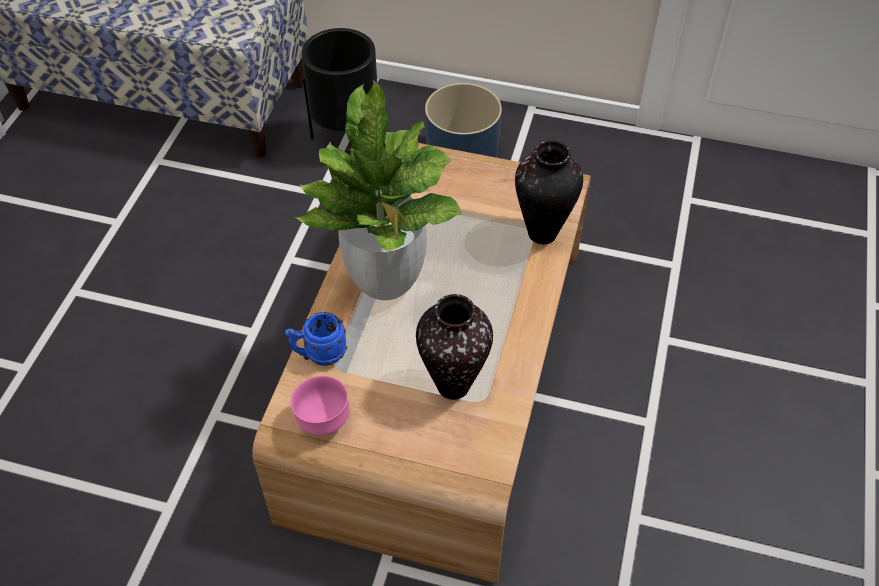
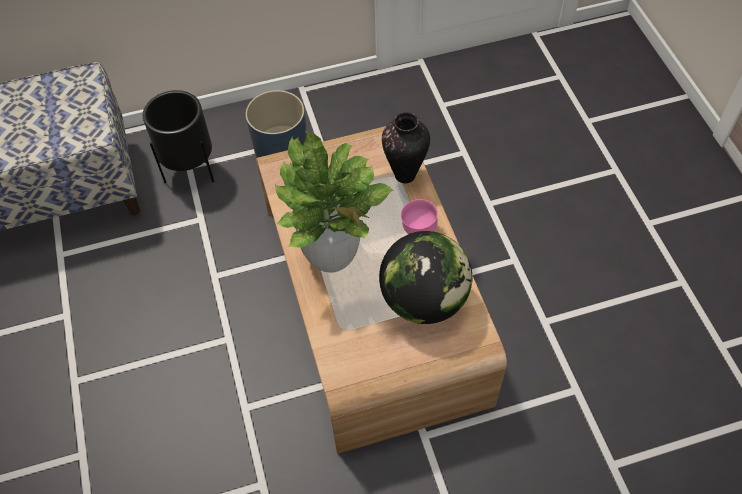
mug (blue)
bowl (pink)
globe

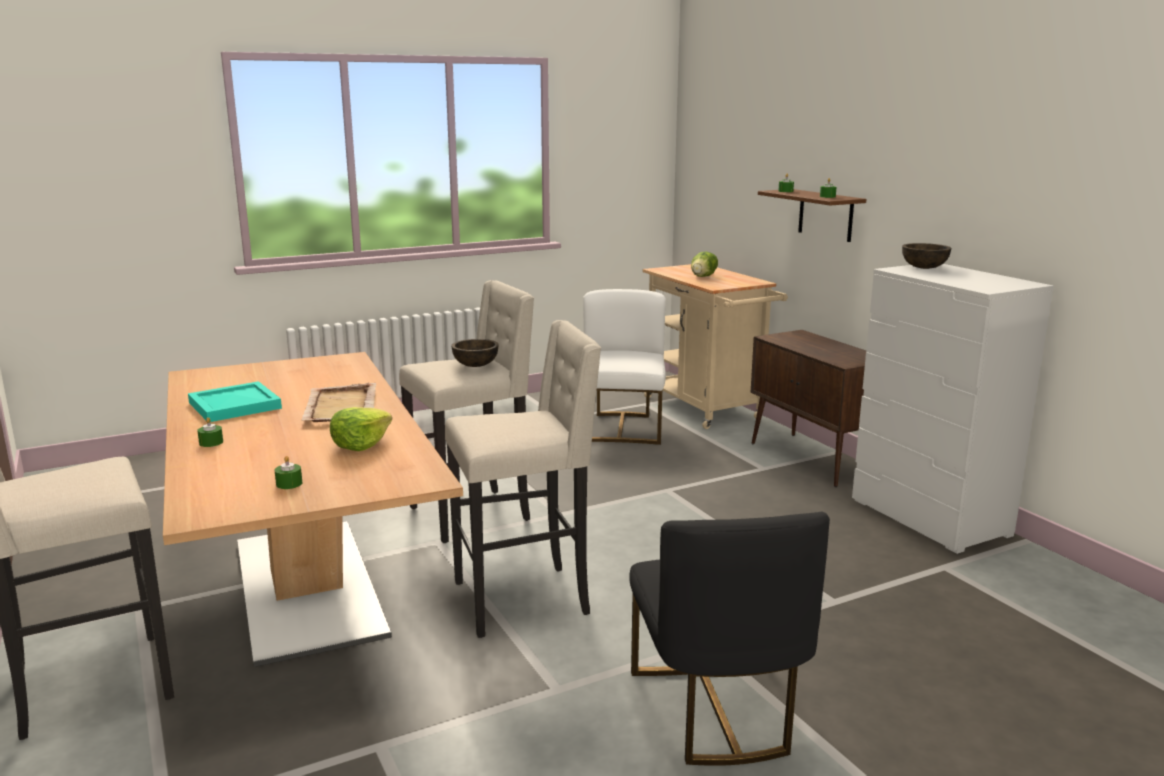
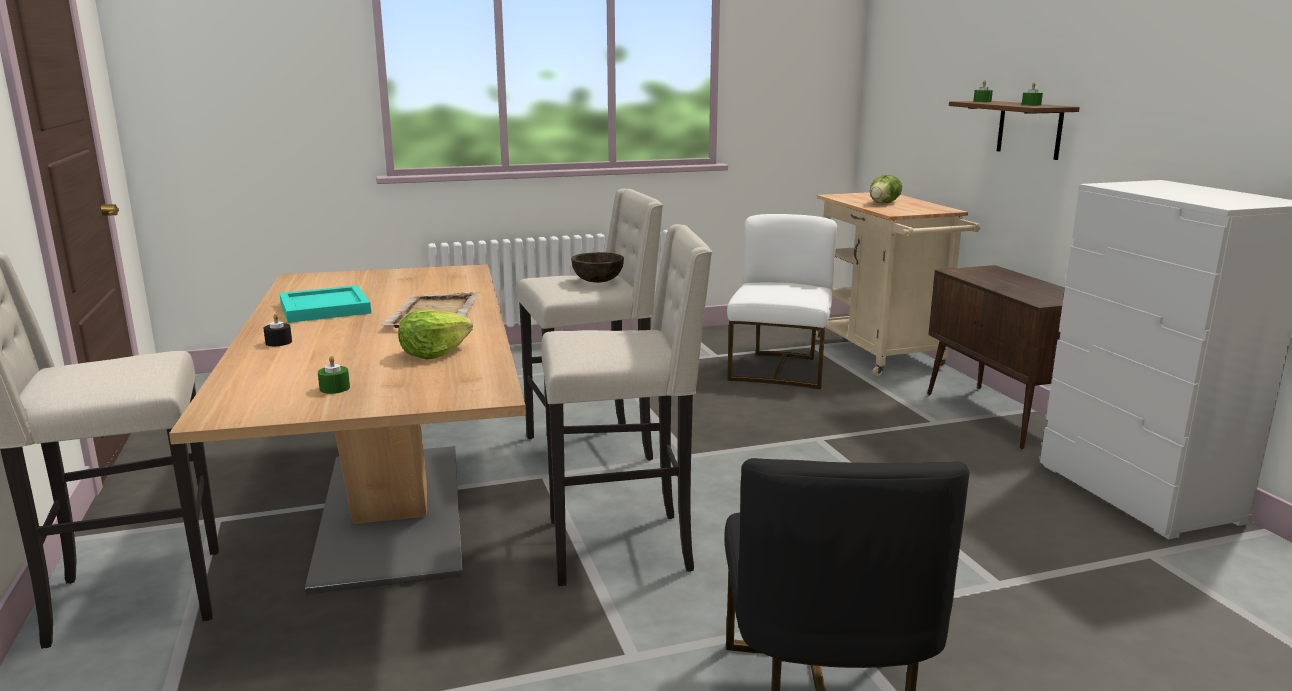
candle (black)
bowl (brown) (2nd from left in the first image)

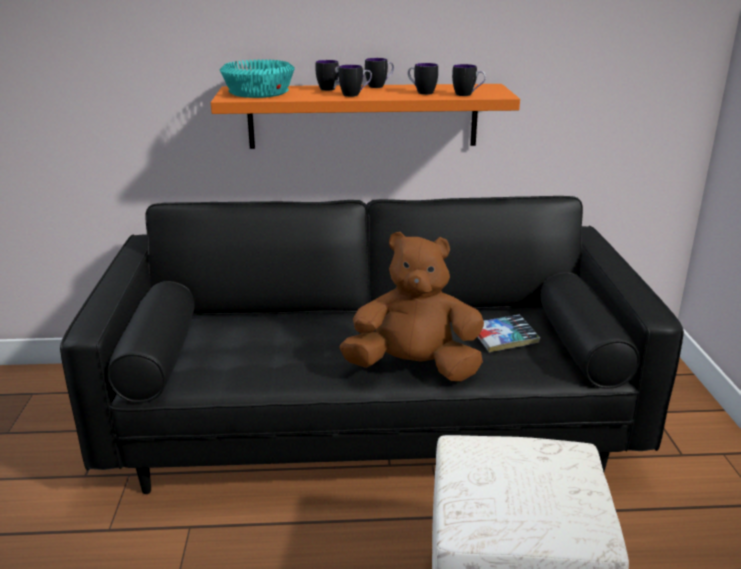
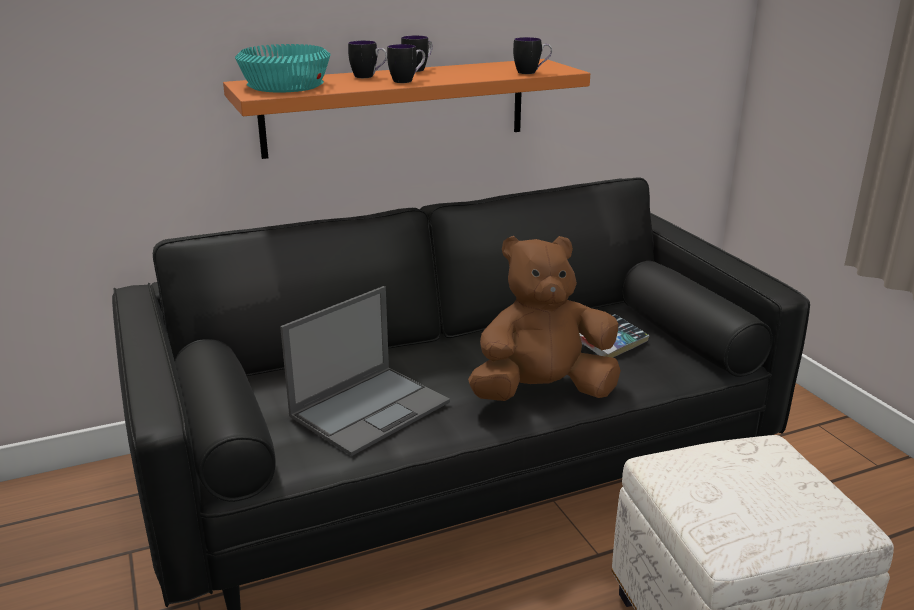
mug (4th from left in the first image)
laptop

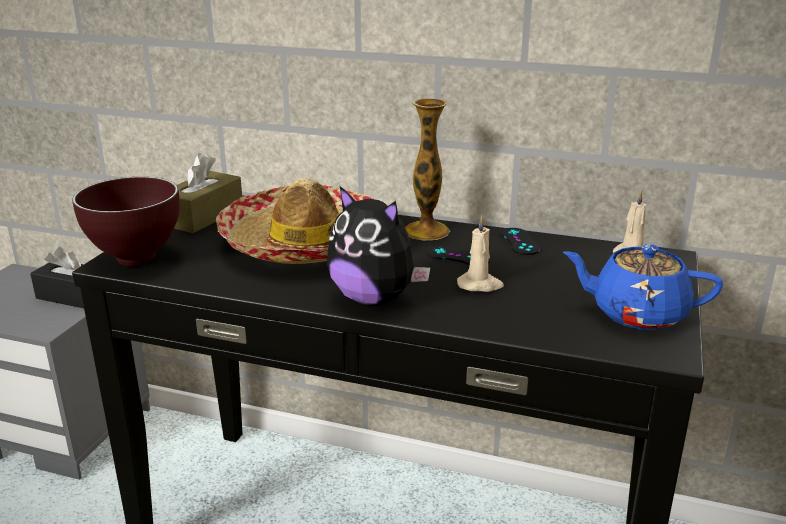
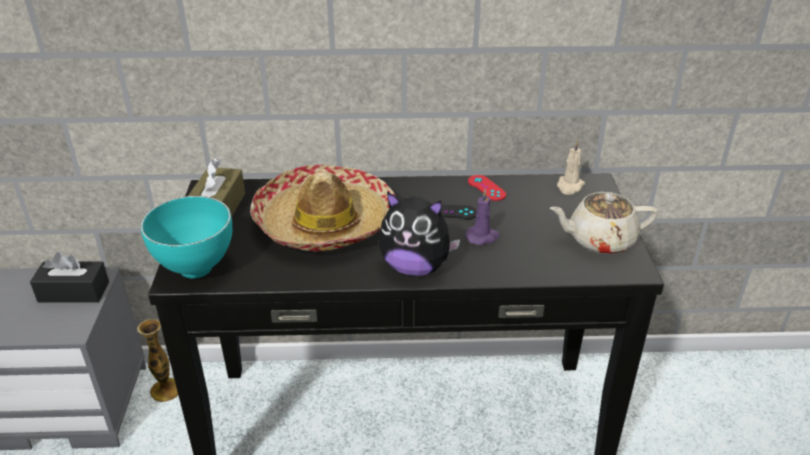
bowl (turquoise)
vase
candle (purple)
game controller (red)
teapot (beige)

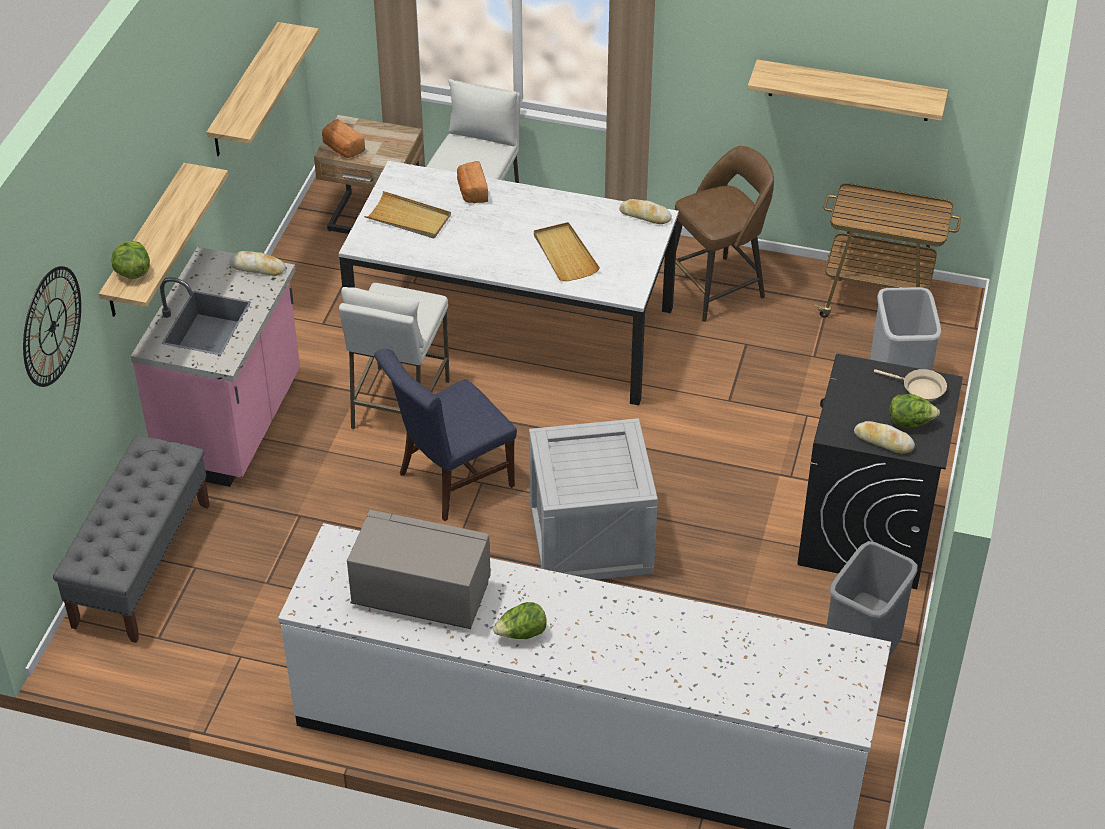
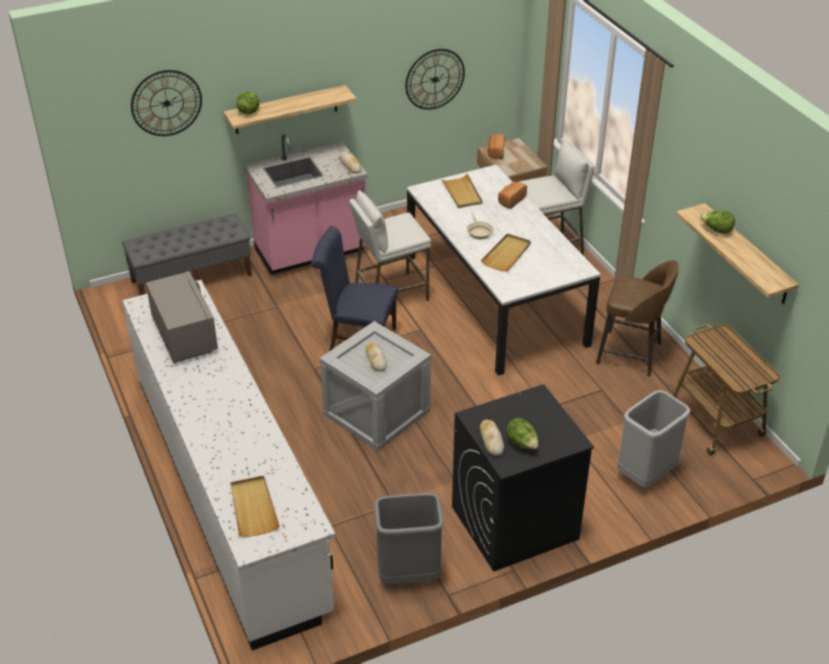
wall clock (2nd from left)
lettuce (3rd from left)
bread (2nd from left)
frying pan (beige)
tray (beige) (1st from left)

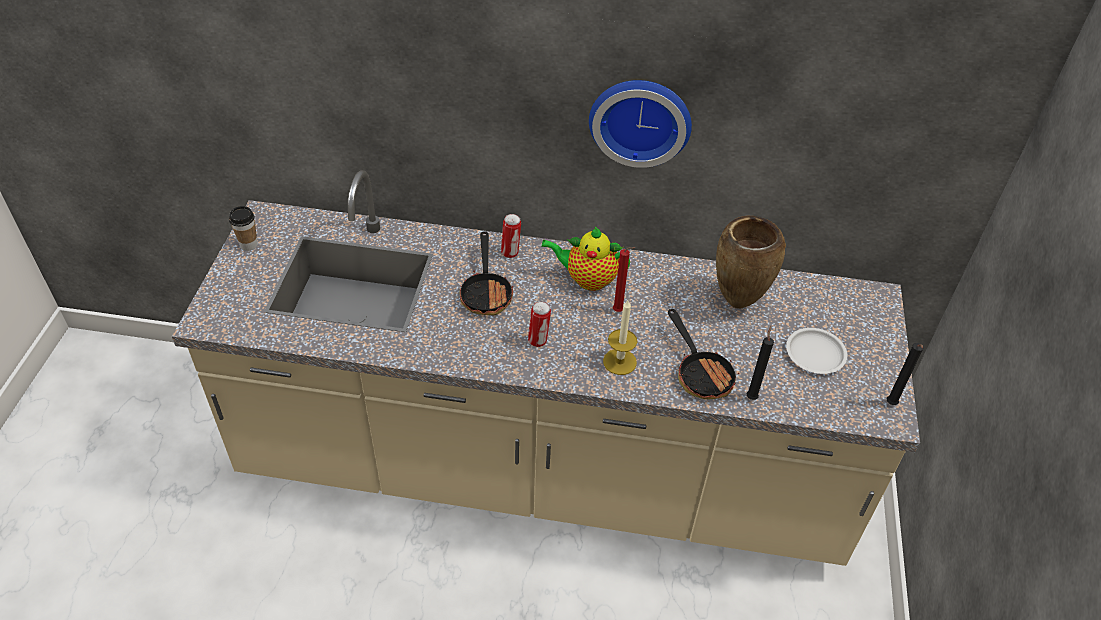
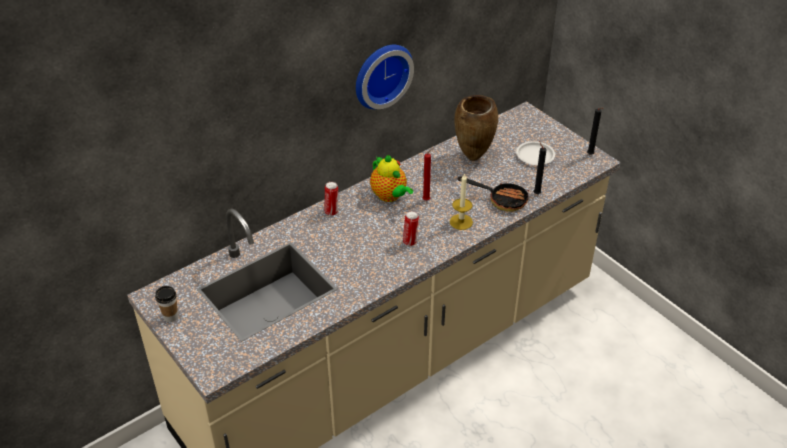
frying pan (1st from left in the first image)
teapot

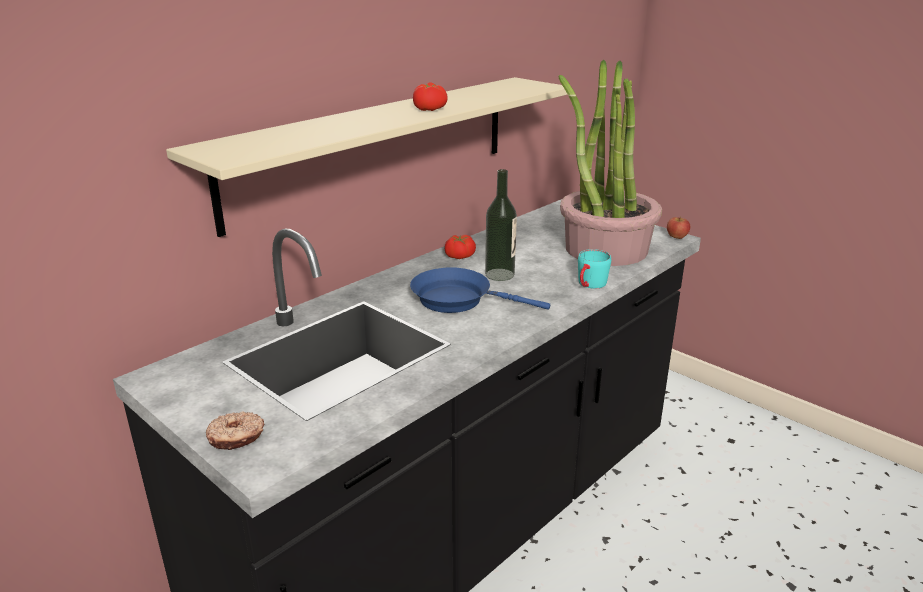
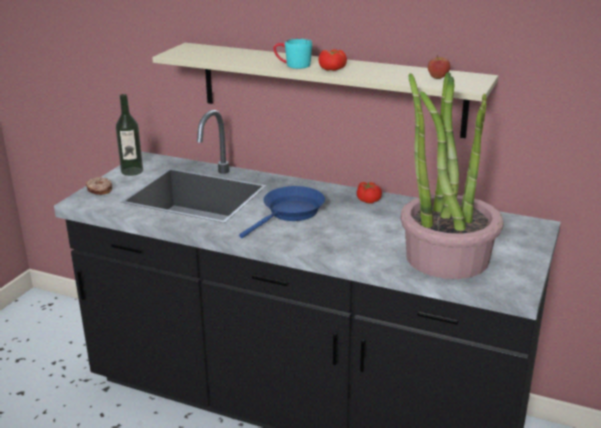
frying pan (blue)
bottle
mug (turquoise)
apple

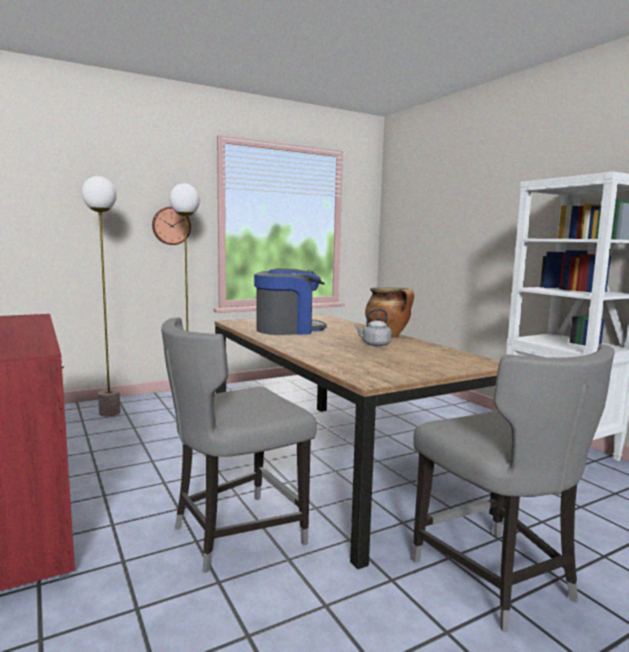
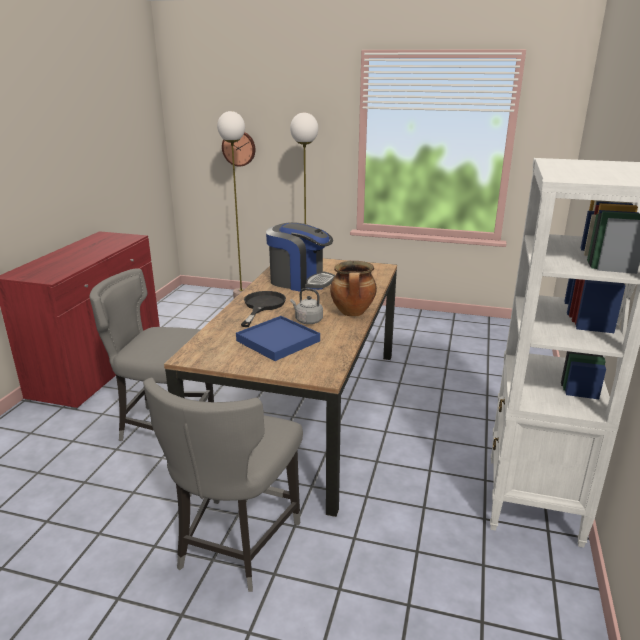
wall clock
tray (blue)
frying pan (black)

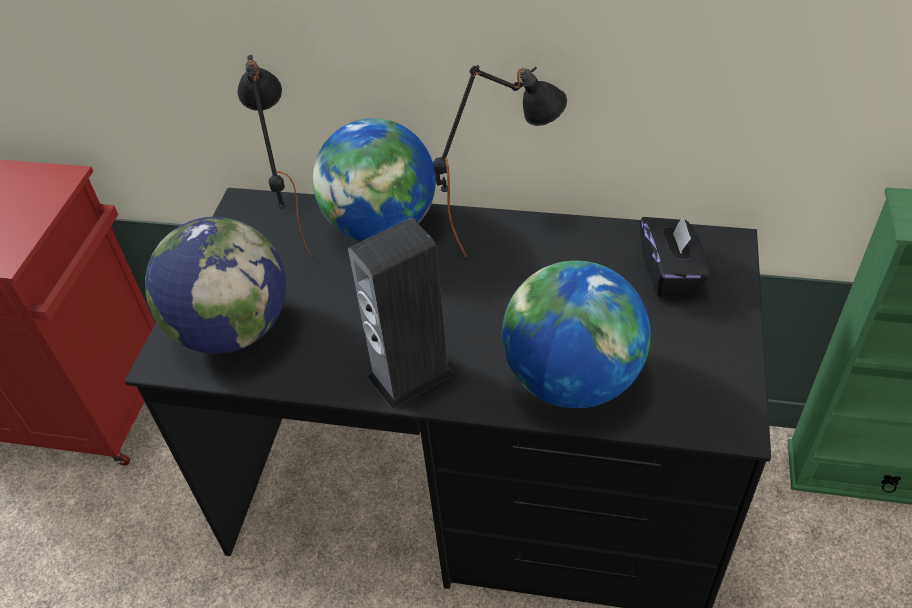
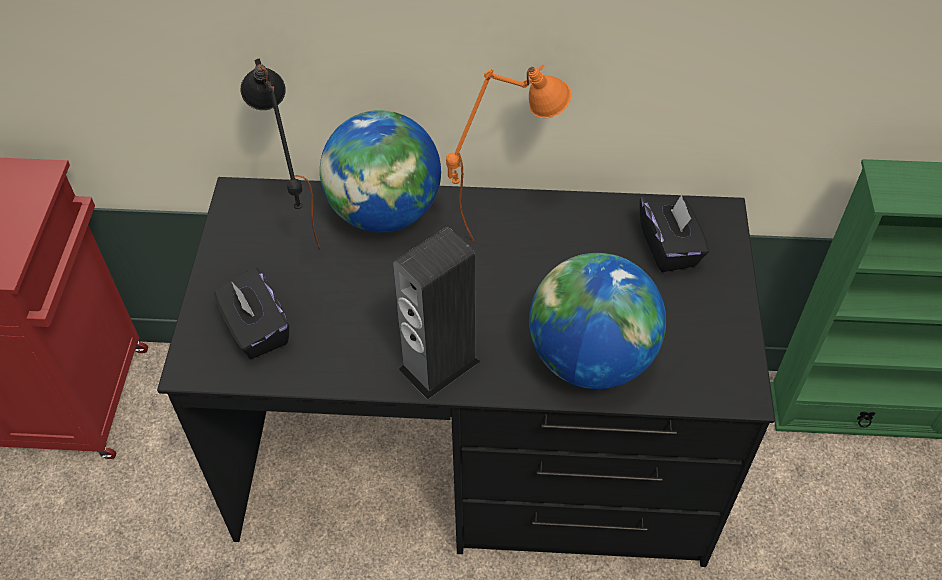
tissue box (black) (1st from left)
table lamp (orange)

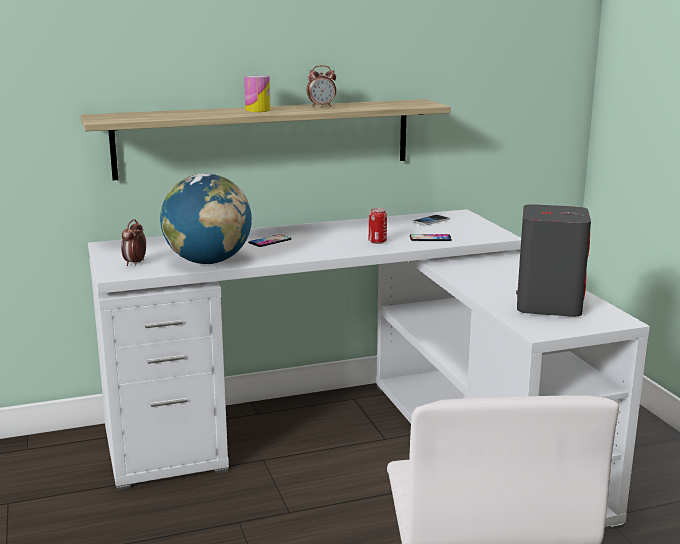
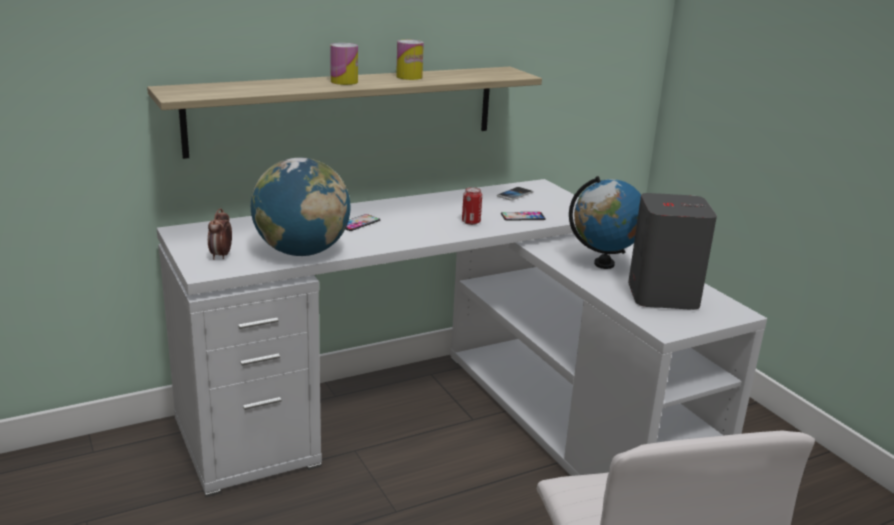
can (2nd from left)
globe (2nd from left)

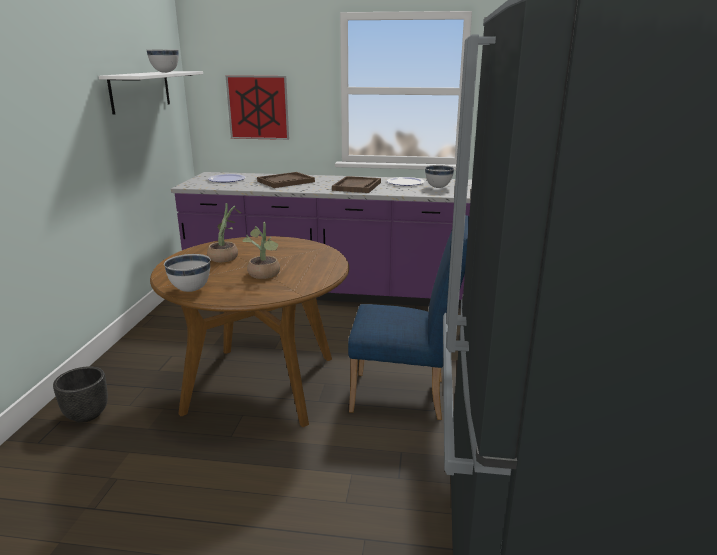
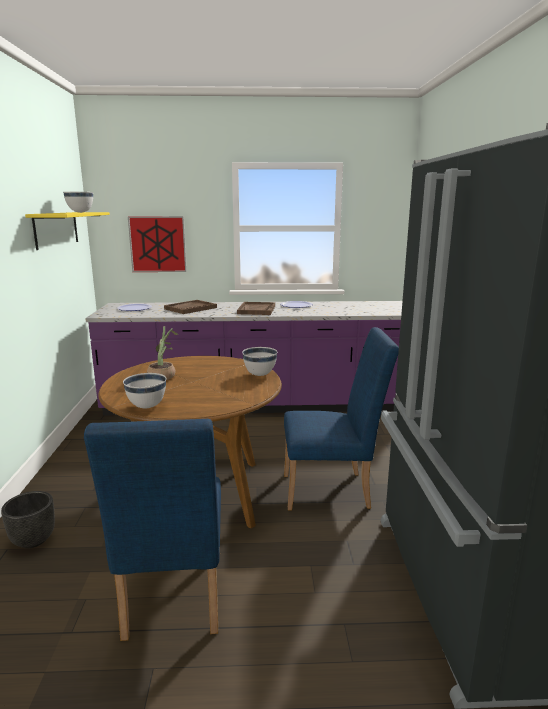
shelf (yellow)
potted plant (2nd from left in the first image)
bowl (white) (3rd from left)
chair (blue) (1st from left)

